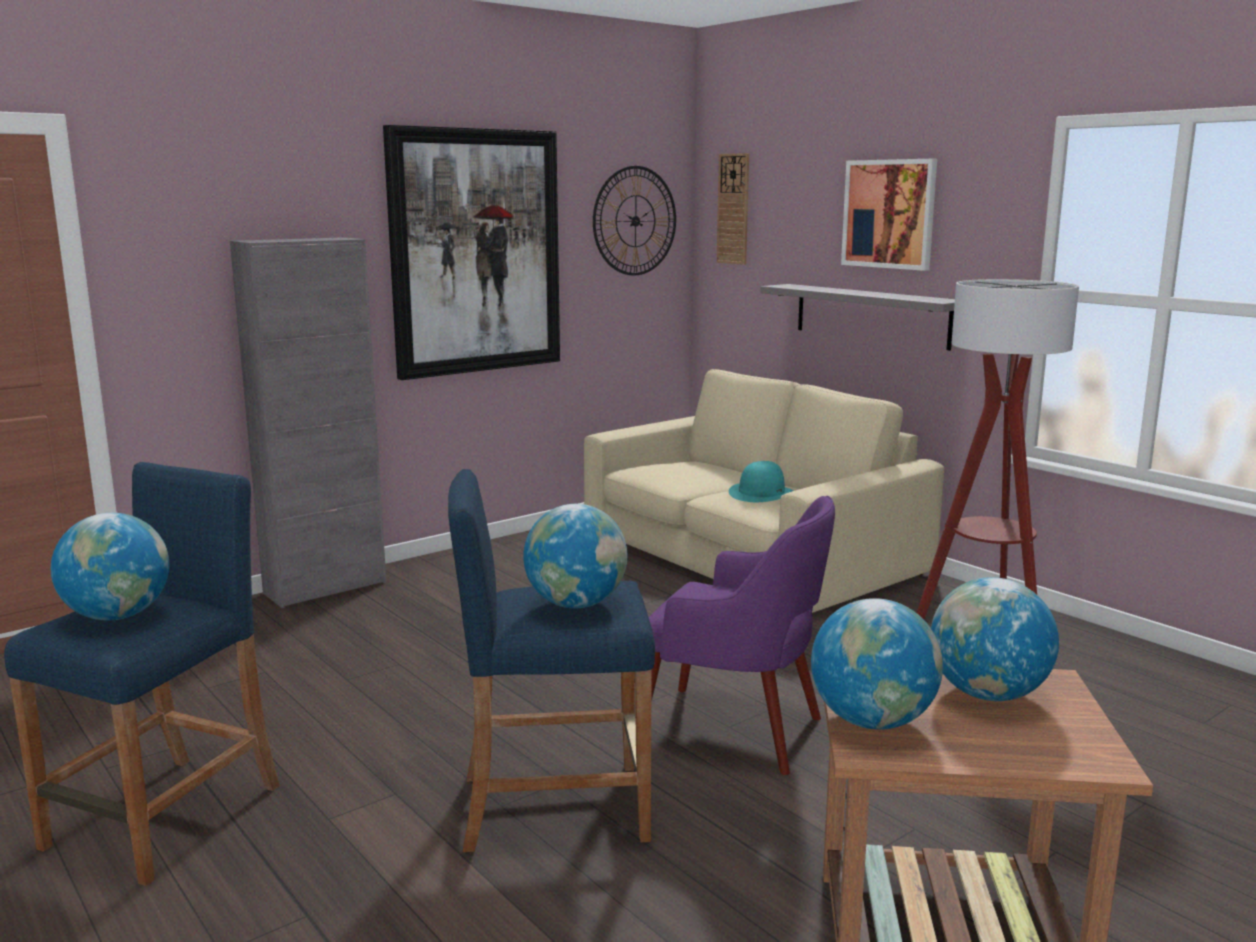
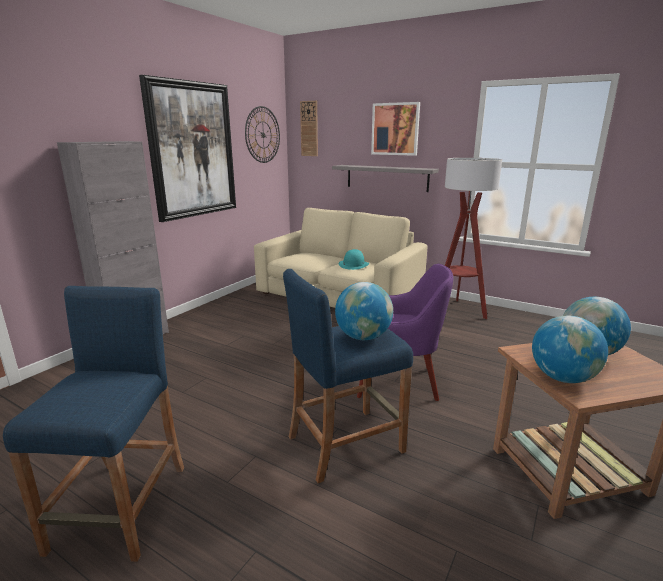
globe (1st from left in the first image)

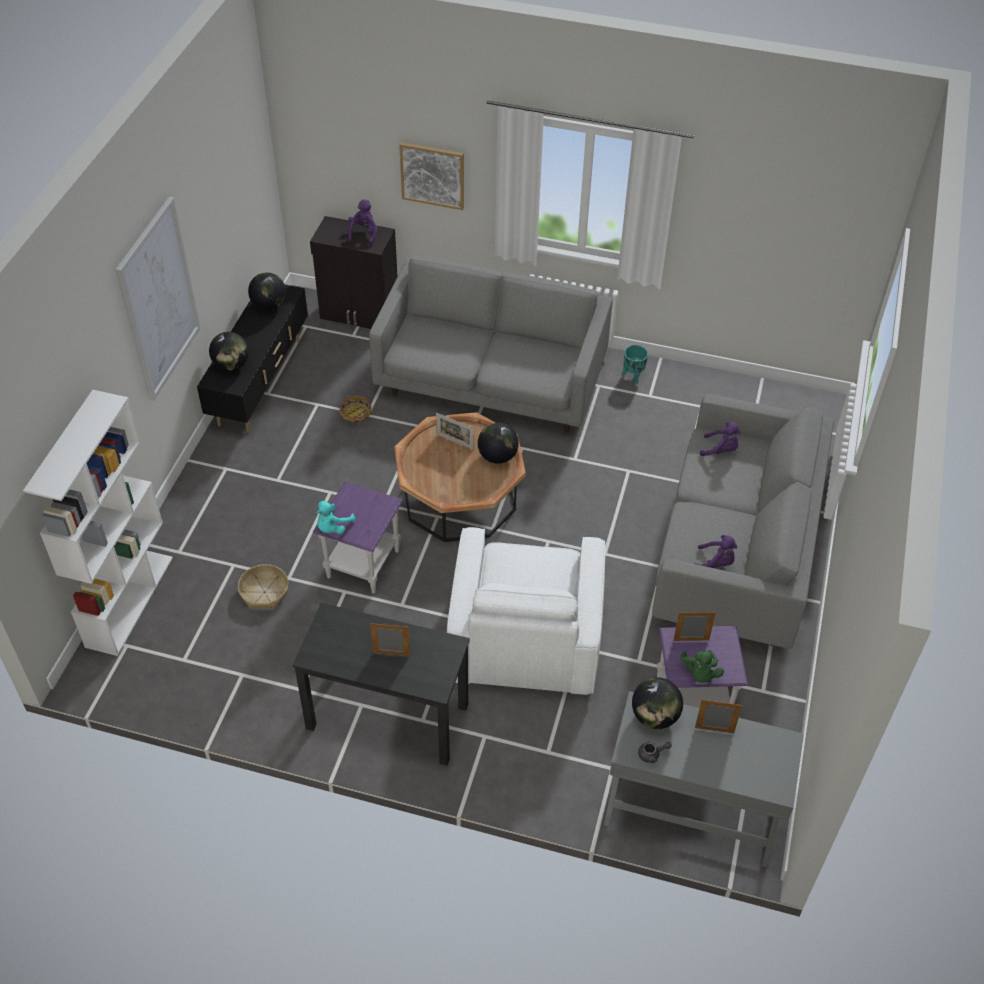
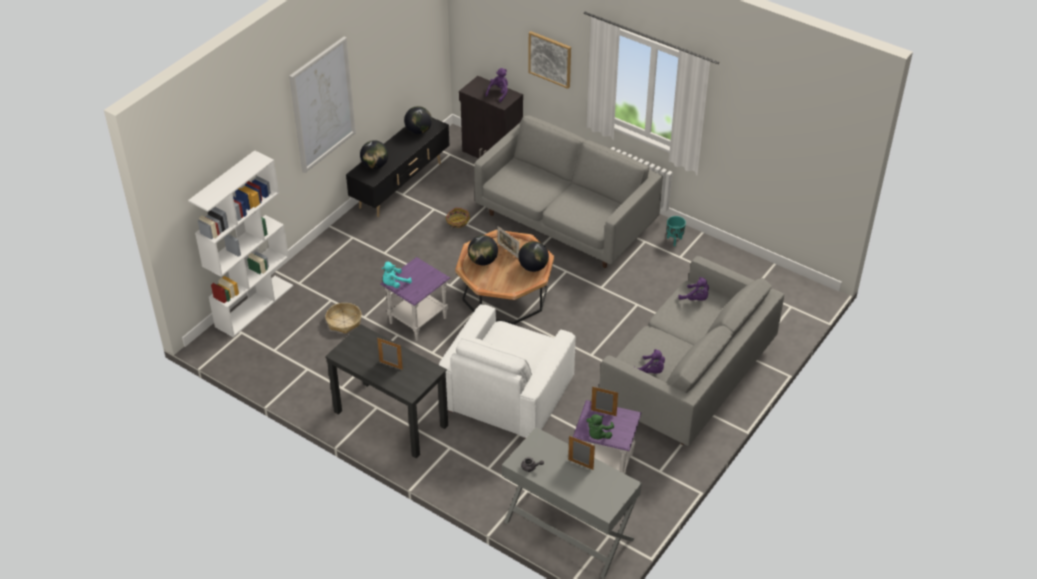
globe (3rd from left)

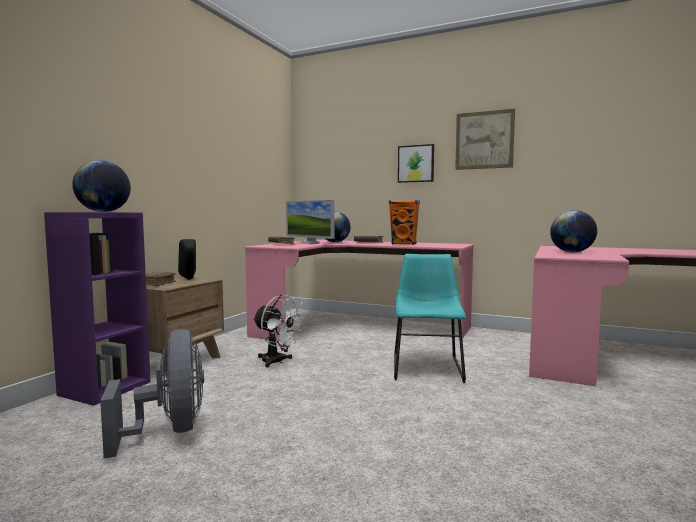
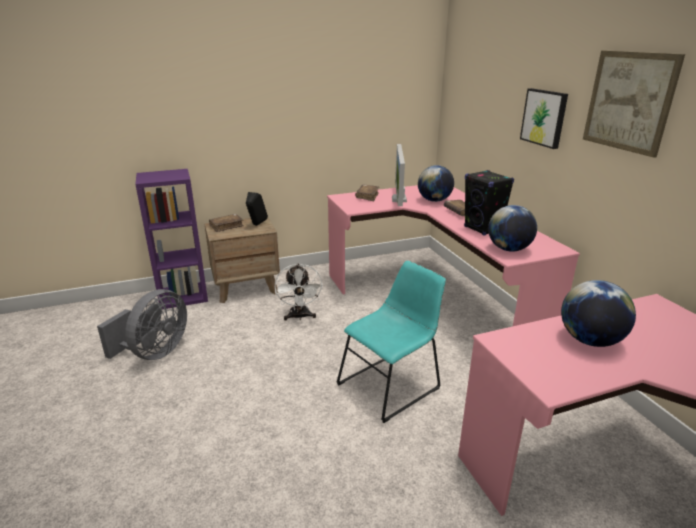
globe (2nd from left)
speaker (black) (2nd from left)

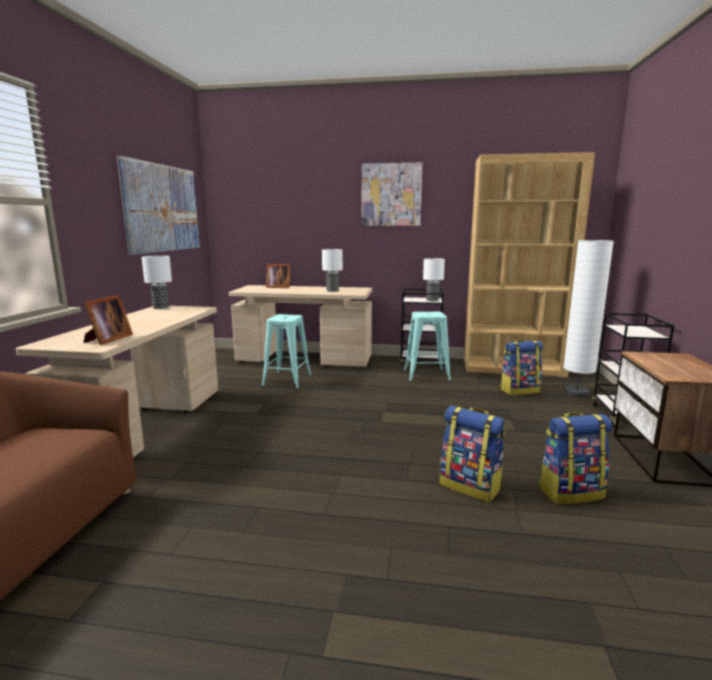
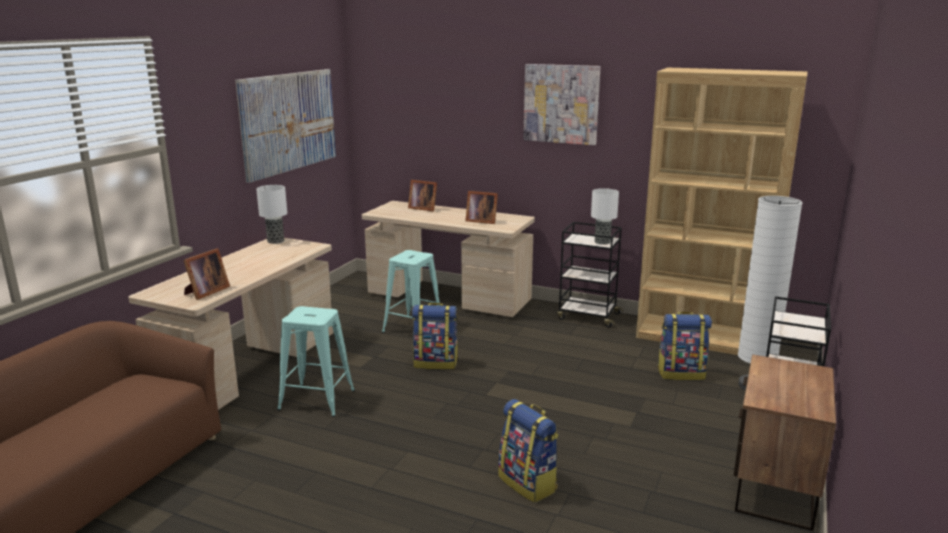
picture frame (3rd from left)
stool (turquoise) (1st from left)
backpack (1st from left)

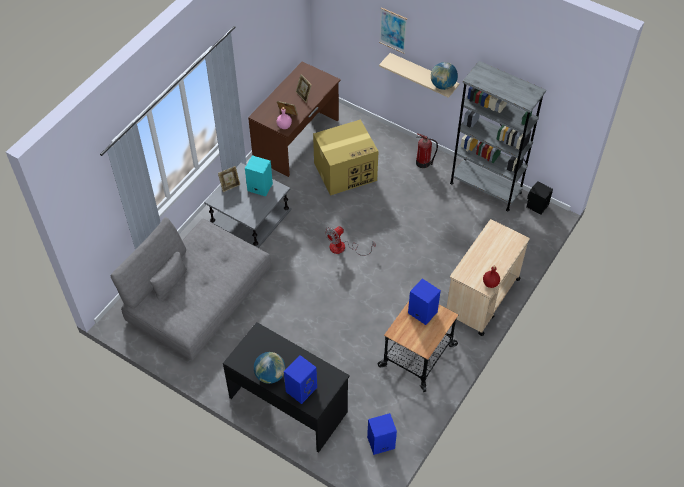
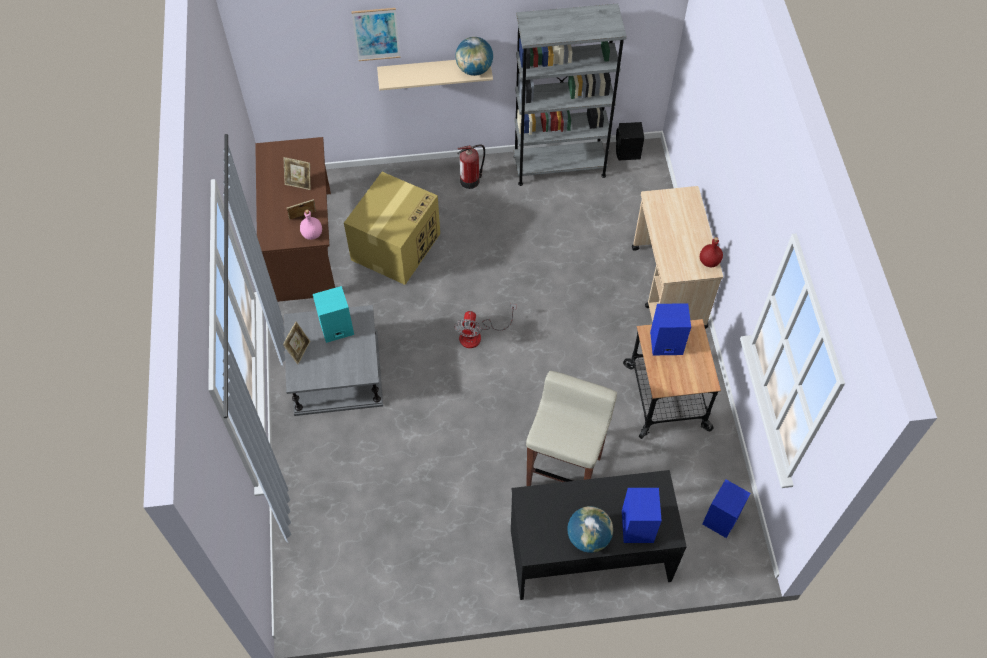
sofa (grey)
stool (beige)

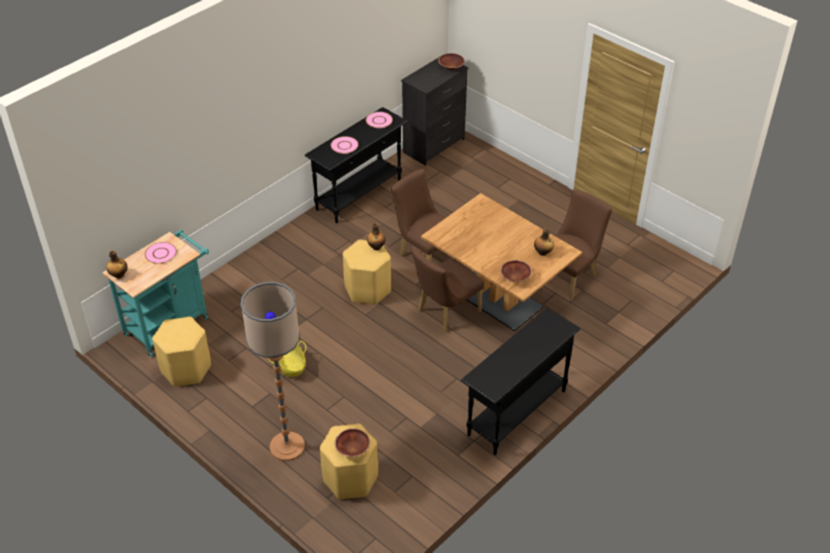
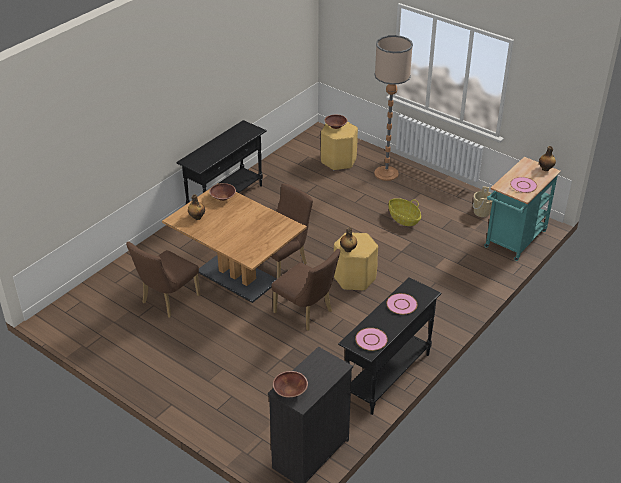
bucket (beige)

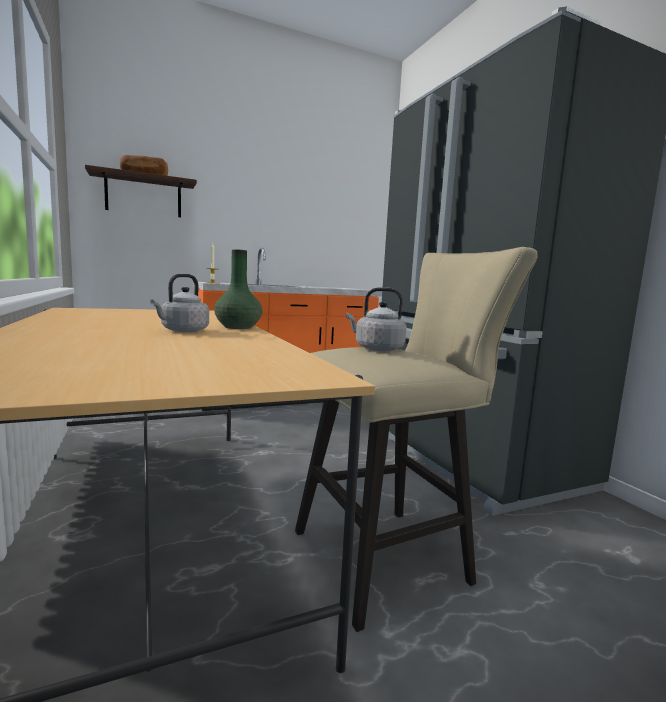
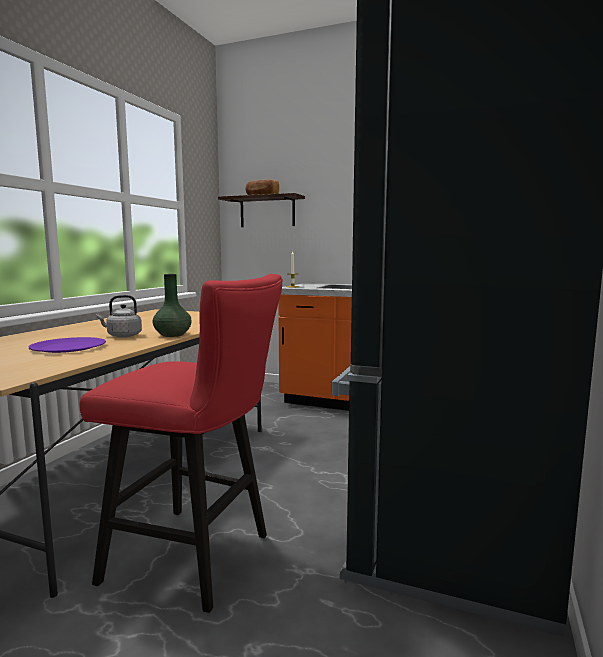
stool (red)
kettle (grey) (2nd from left in the first image)
plate (purple)

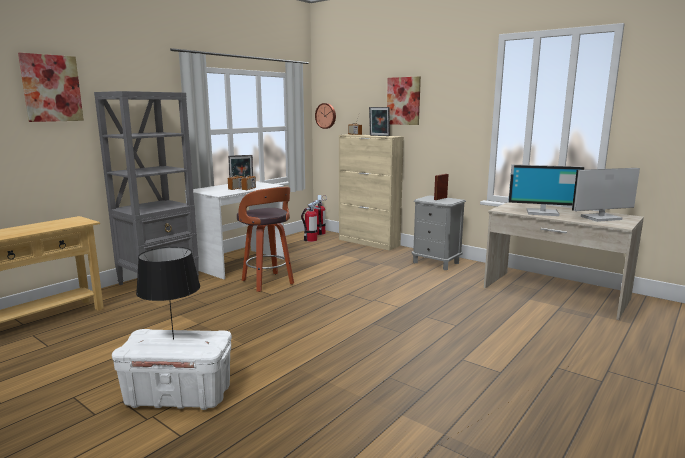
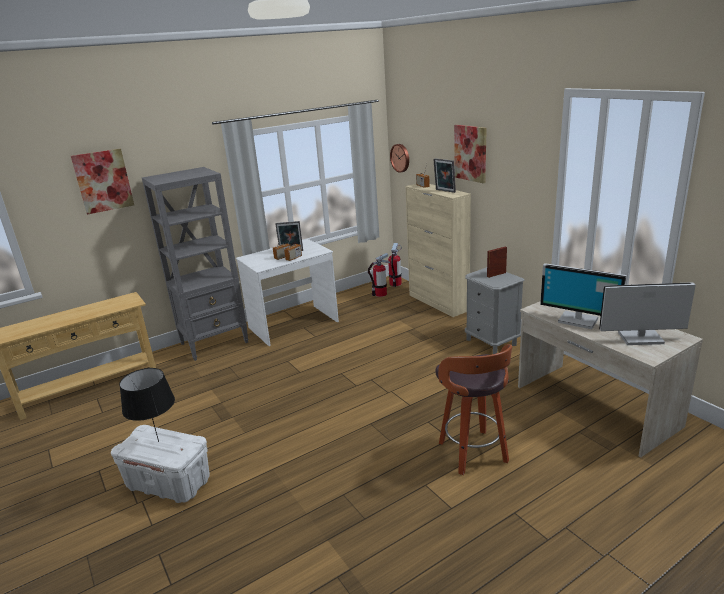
stool

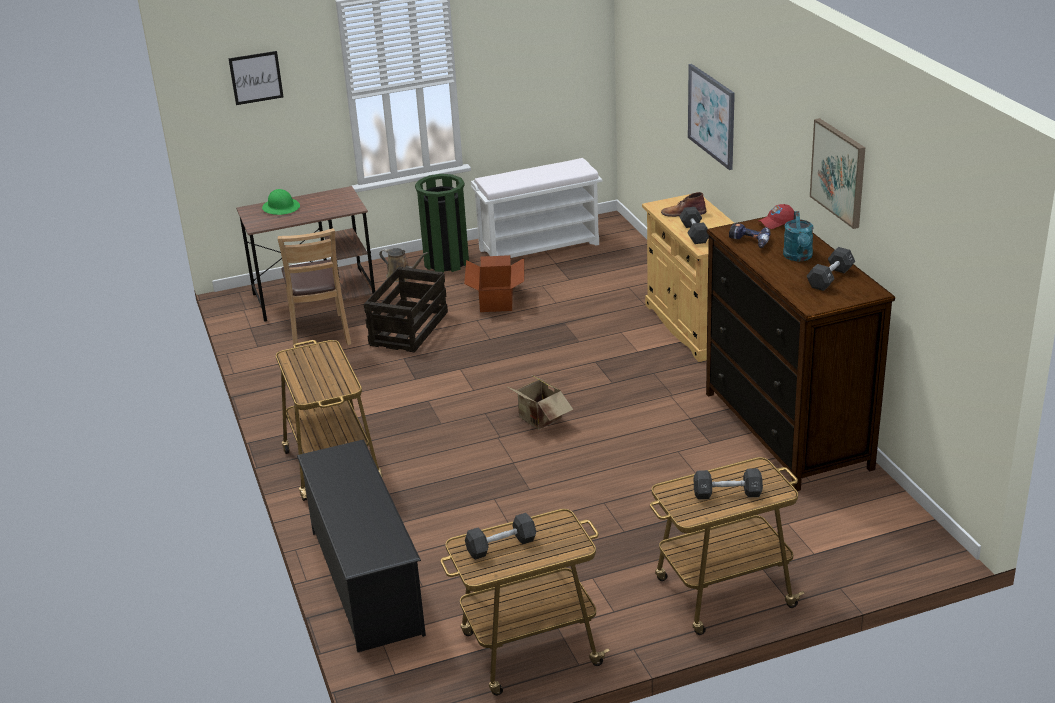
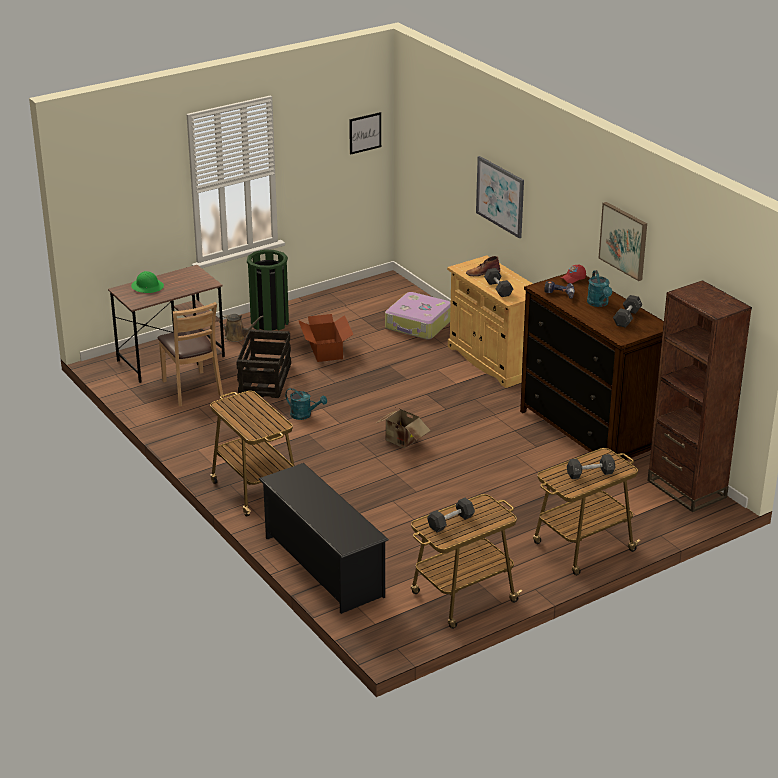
picture (1st from left)
bench (white)
watering can (turquoise) (1st from left)
suitcase
bookcase (brown)

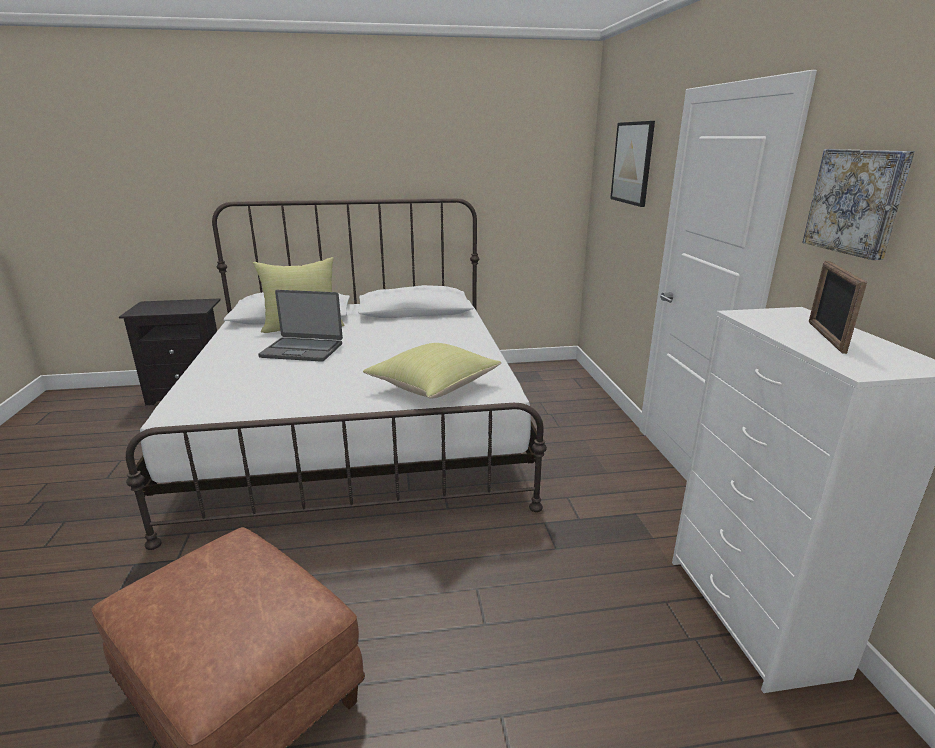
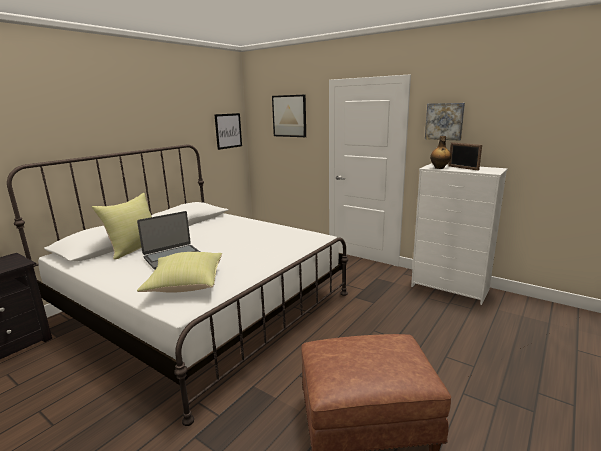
pillow (yellow) (2nd from left)
picture (1st from left)
bottle

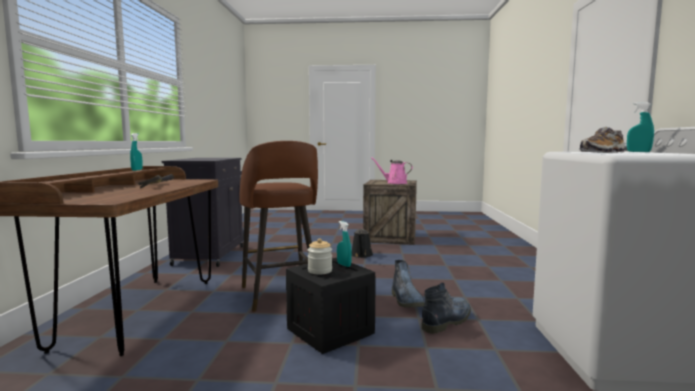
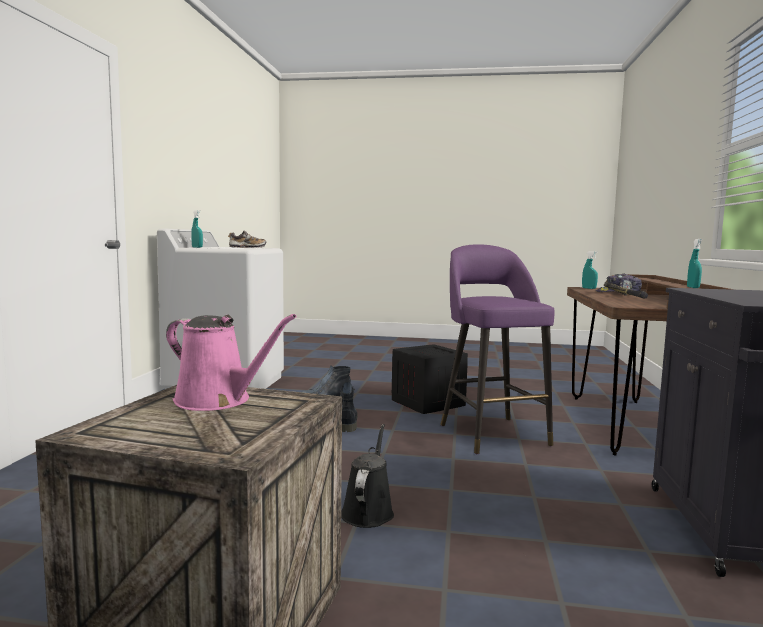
stool (purple)
jar
spray bottle (turquoise) (2nd from left)
cap

